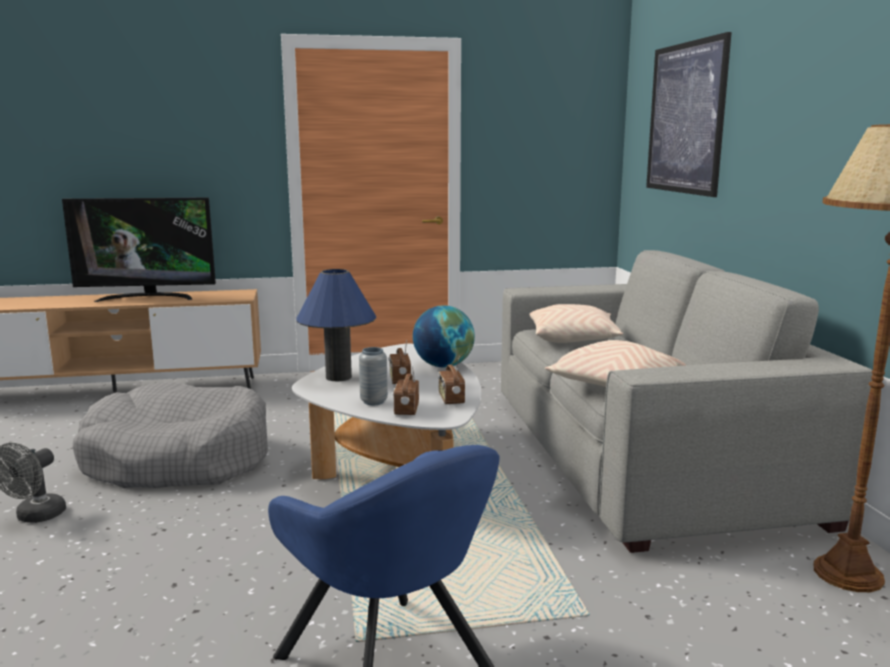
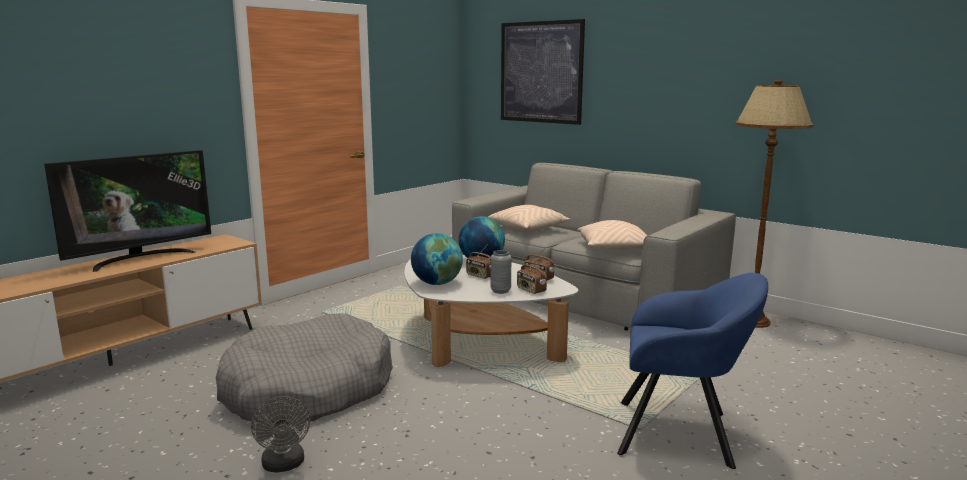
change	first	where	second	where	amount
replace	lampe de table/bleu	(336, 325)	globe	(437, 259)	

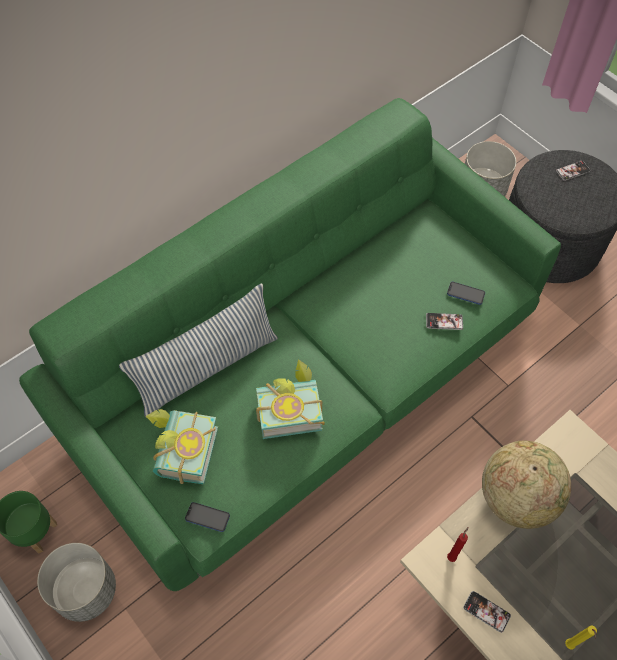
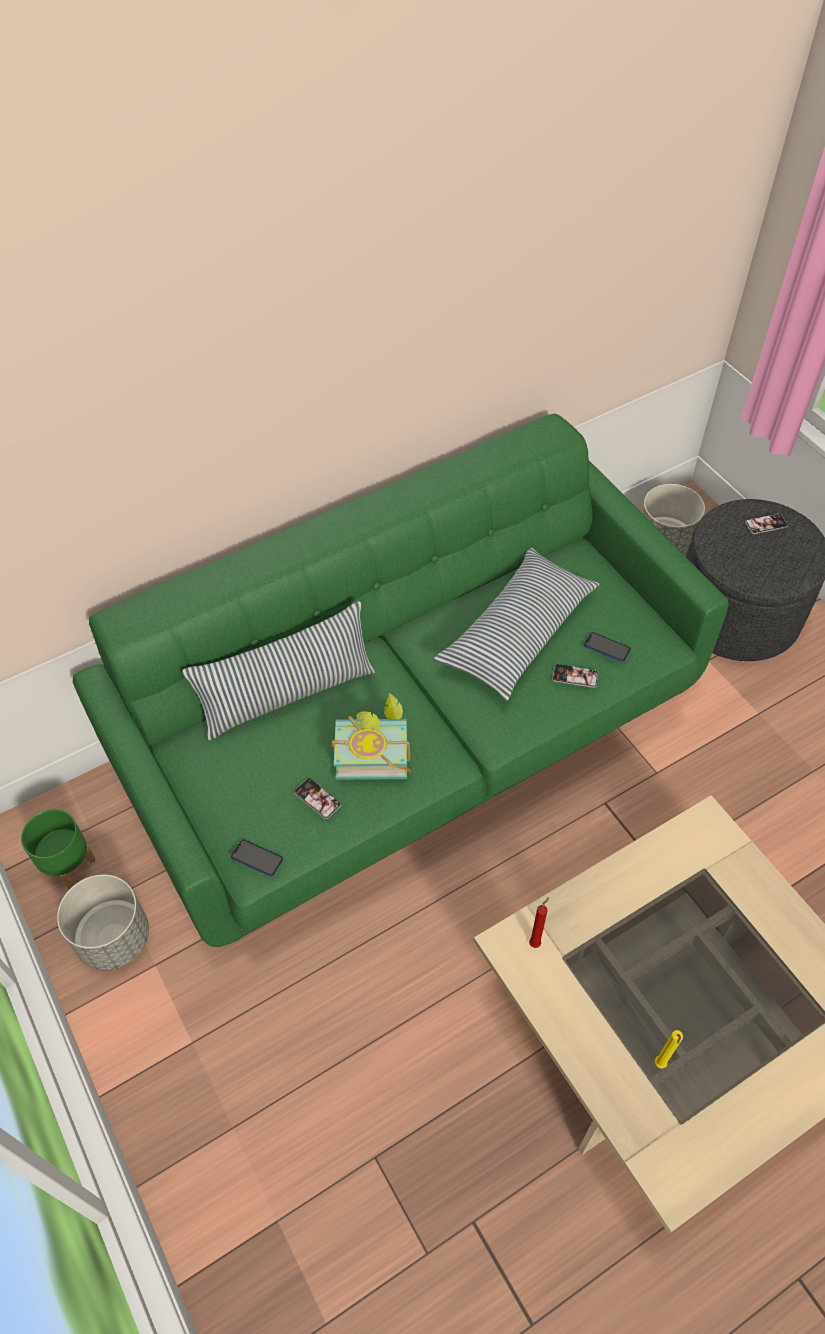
change	first	where	second	where	amount
move	téléphone	(487, 612)		(317, 798)	
insert			coussin	(516, 624)	
delete	livre	(182, 446)			
delete	globe	(526, 485)			

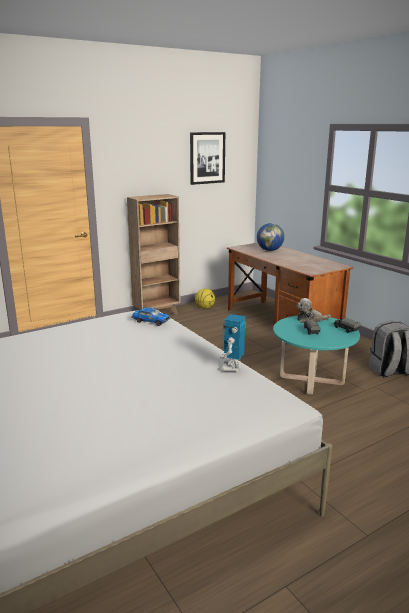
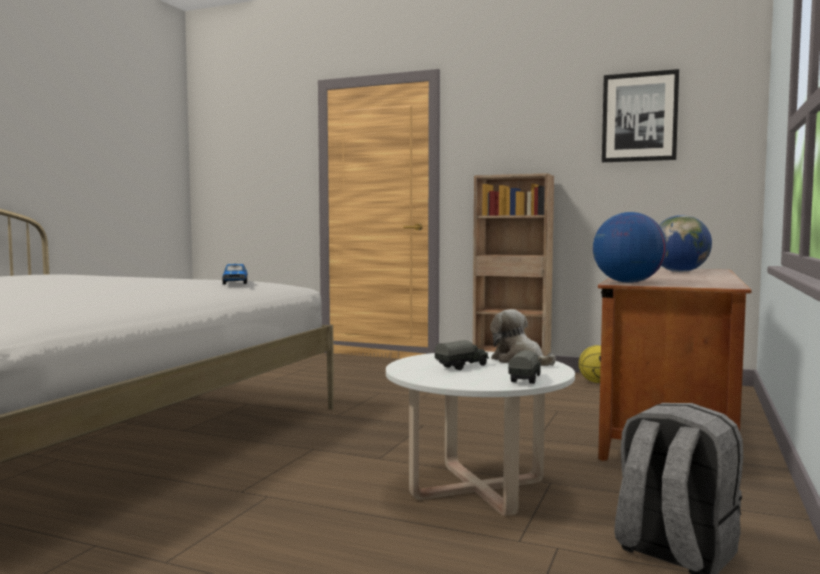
change	first	where	second	where	amount
recolor	table basse/turquoise	(316, 355)	table basse/blanc	(480, 434)	
insert			globe	(630, 247)	
delete	robot jouet	(231, 343)			

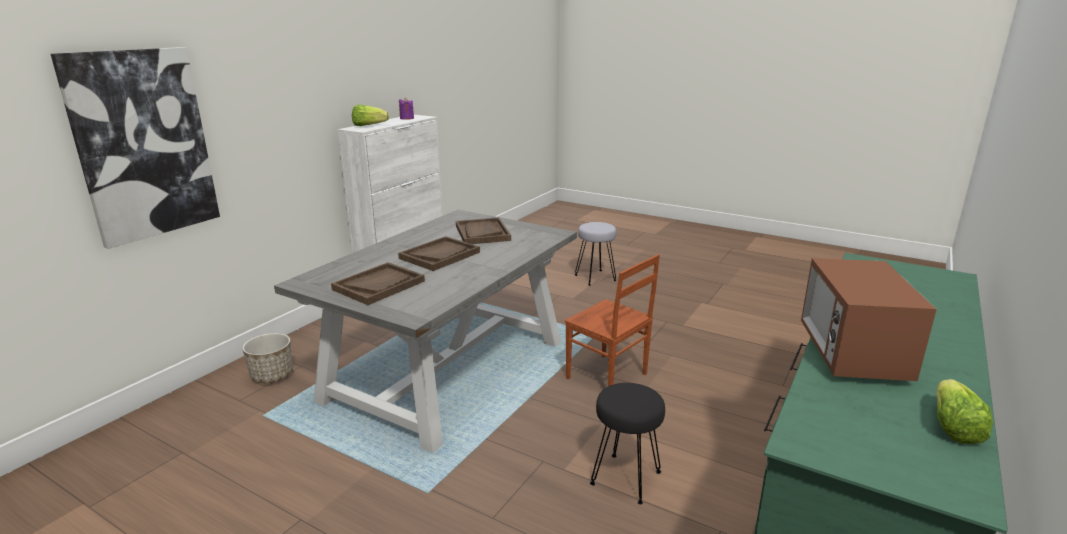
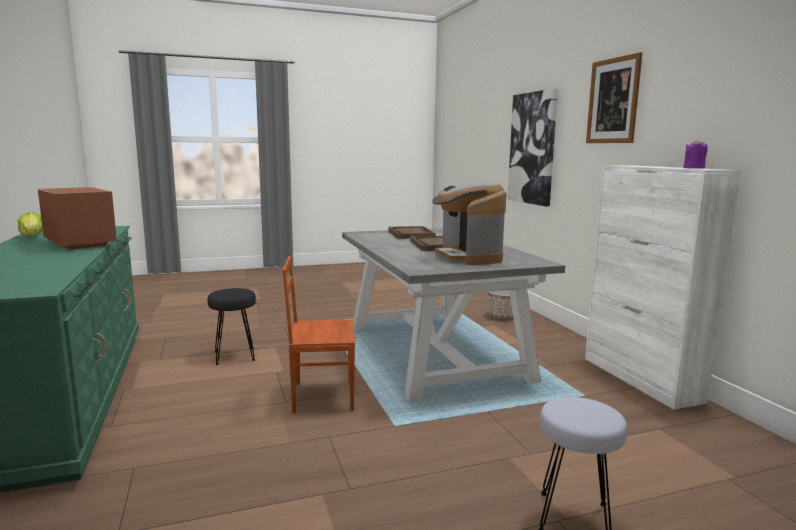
change	first	where	second	where	amount
replace	plateau/marron	(483, 231)	machine à café	(469, 224)	
insert			tableau	(614, 97)	
delete	laitue	(370, 115)			

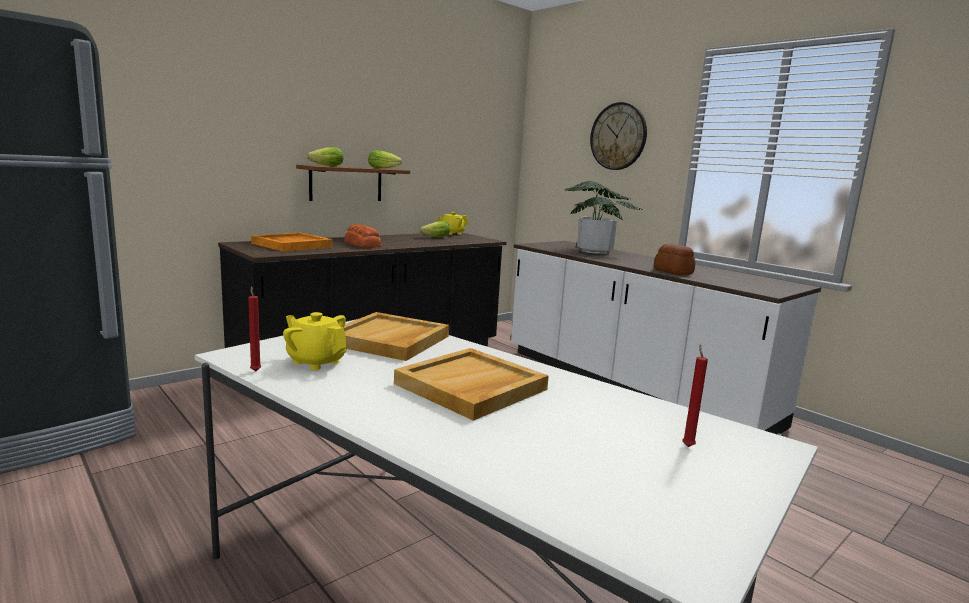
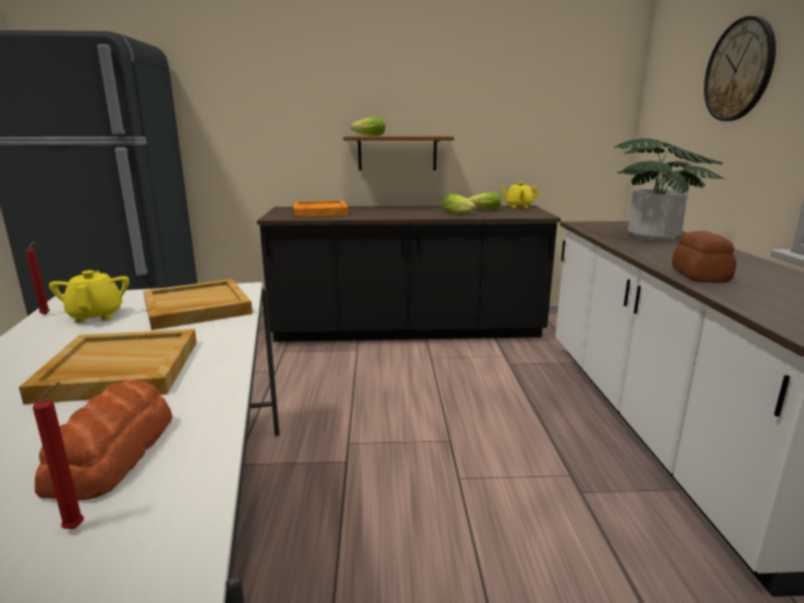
change	first	where	second	where	amount
move	pain	(363, 236)		(103, 440)	
move	laitue	(385, 159)		(459, 203)	

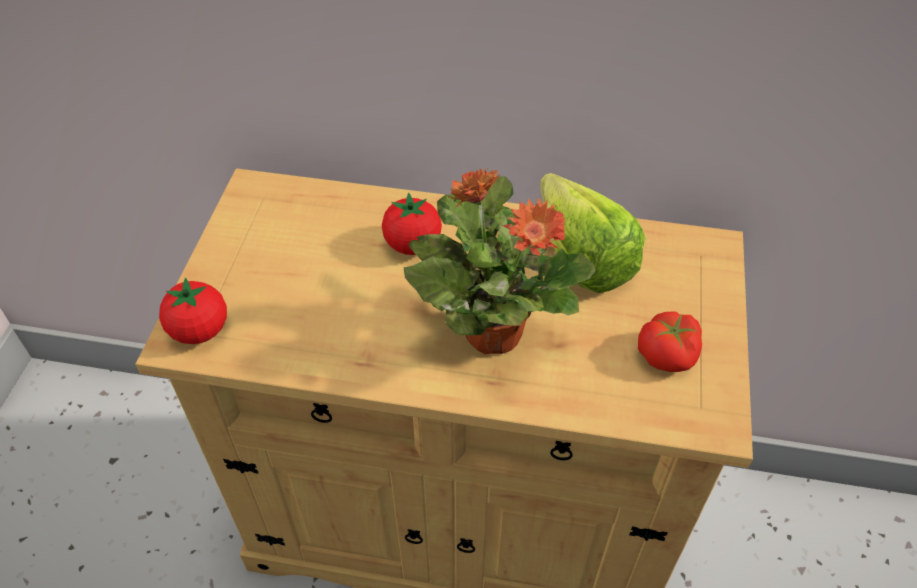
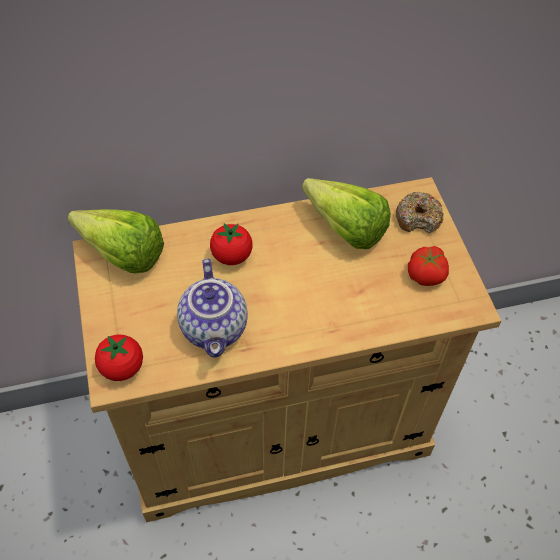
change	first	where	second	where	amount
insert			laitue	(116, 241)	
insert			théière	(212, 308)	
insert			beignet	(420, 212)	
delete	plante en pot	(500, 261)			

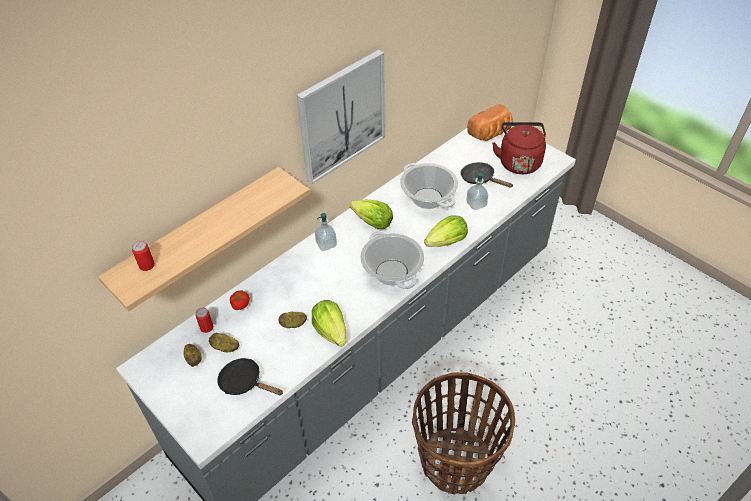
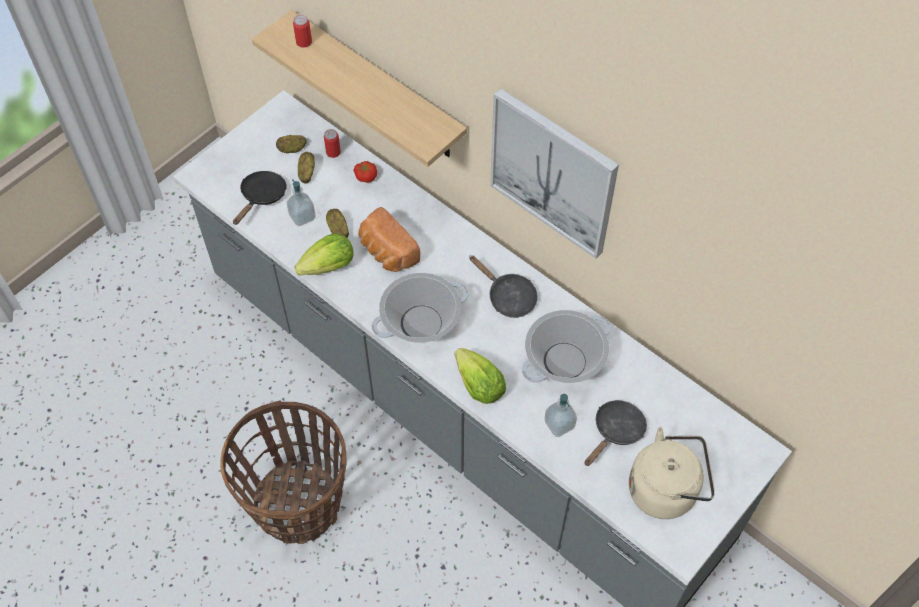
change	first	where	second	where	amount
move	distributeur de savon	(326, 232)		(301, 202)	
move	pain	(490, 122)		(389, 239)	
replace	laitue	(371, 214)	poêle/noir	(503, 286)	
recolor	bouilloire/rouge	(519, 148)	bouilloire/beige	(672, 473)	

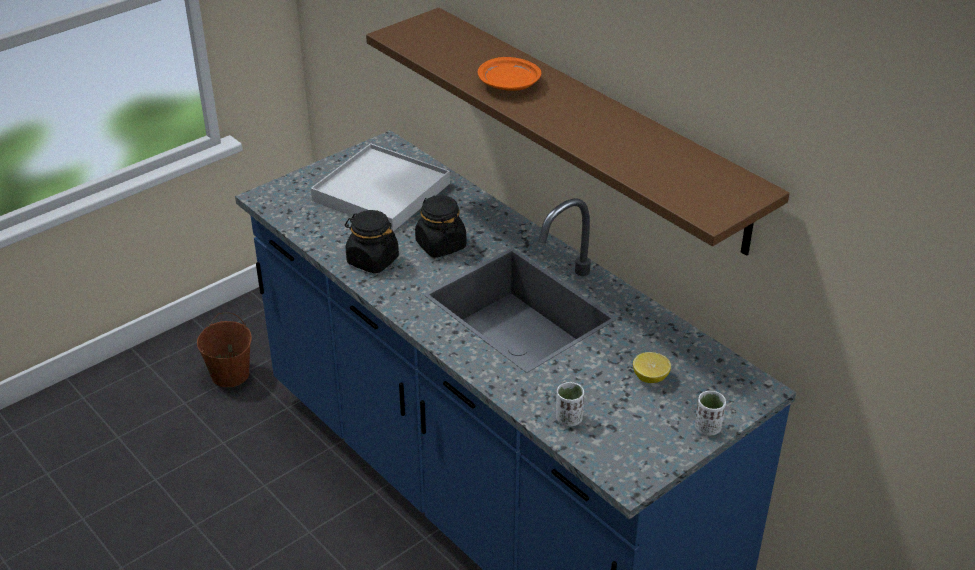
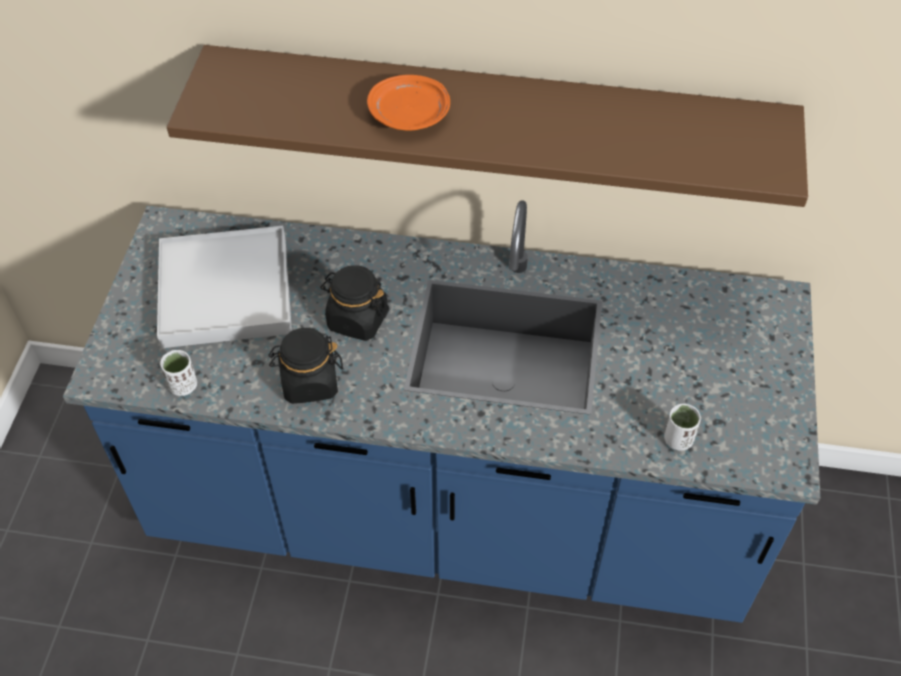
change	first	where	second	where	amount
move	tasse/blanc	(710, 413)		(178, 373)	
delete	seau/marron	(224, 349)			
delete	citron	(652, 367)			

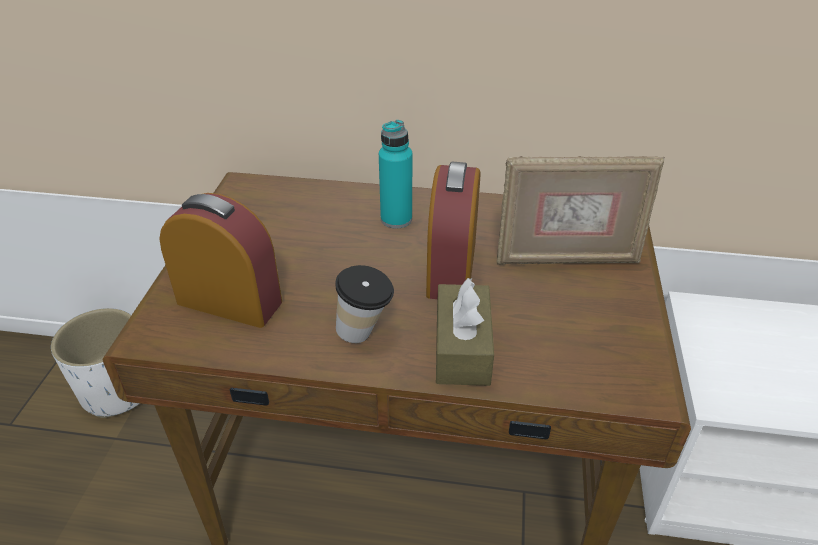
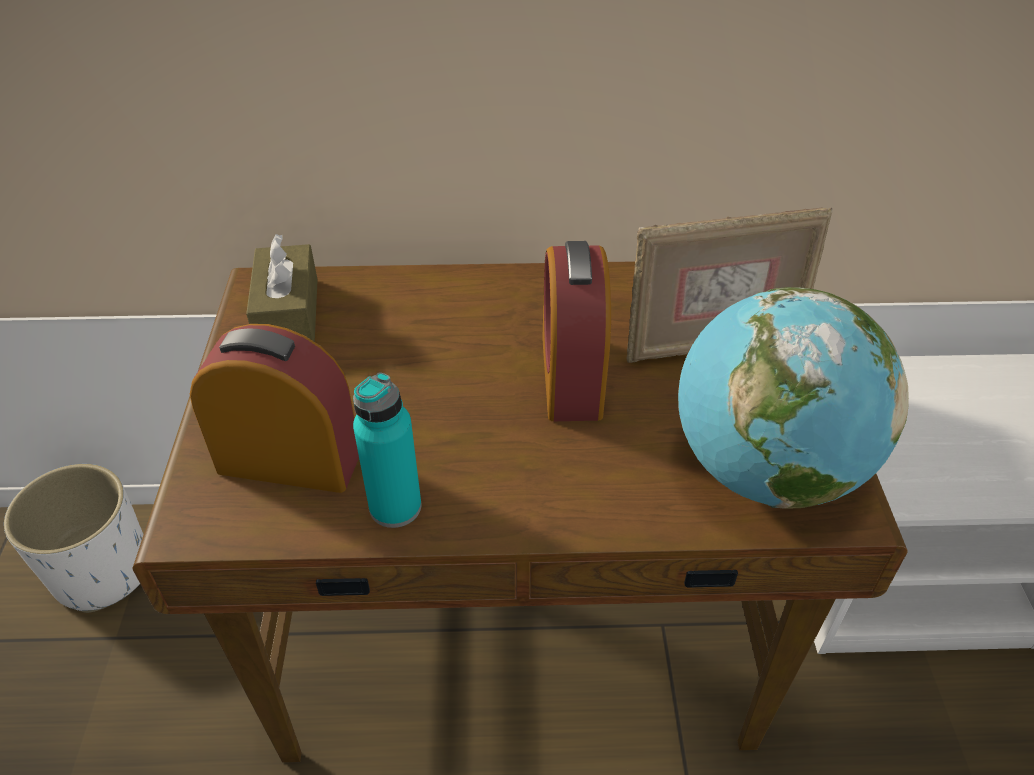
change	first	where	second	where	amount
move	boîte à mouchoirs/marron	(465, 332)		(282, 288)	
move	bouteille/turquoise	(395, 174)		(387, 450)	
insert			globe	(793, 398)	
delete	tasse	(364, 304)			

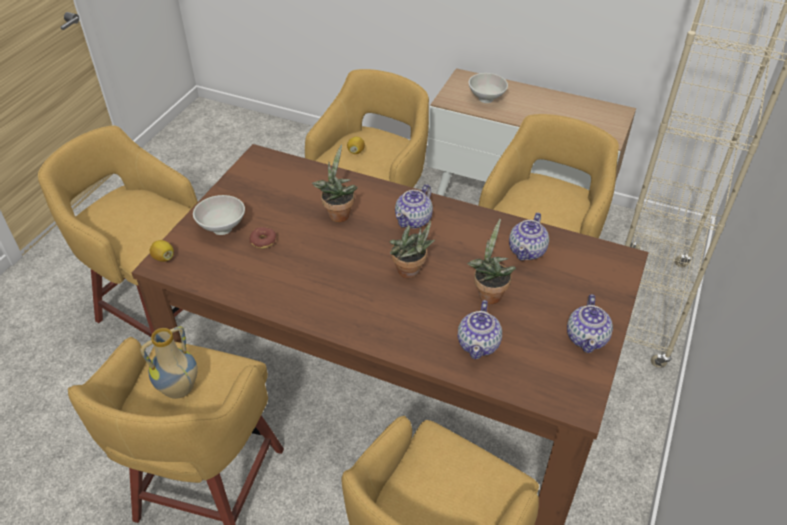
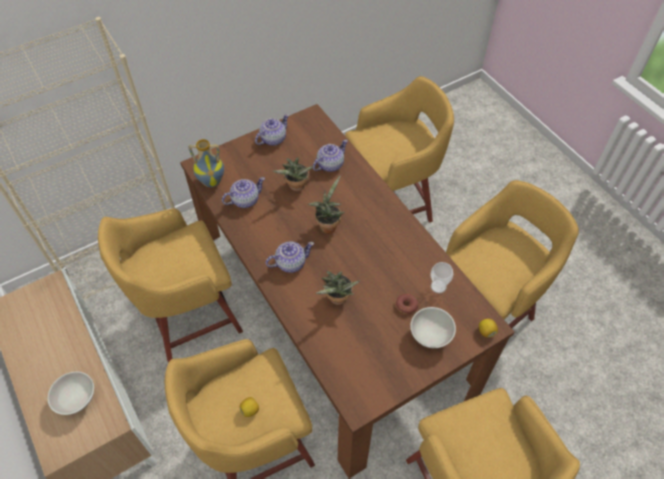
change	first	where	second	where	amount
move	vase	(169, 362)		(206, 163)	
insert			tasse	(441, 277)	

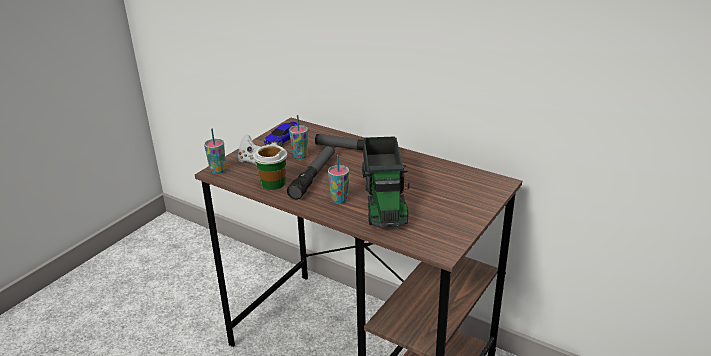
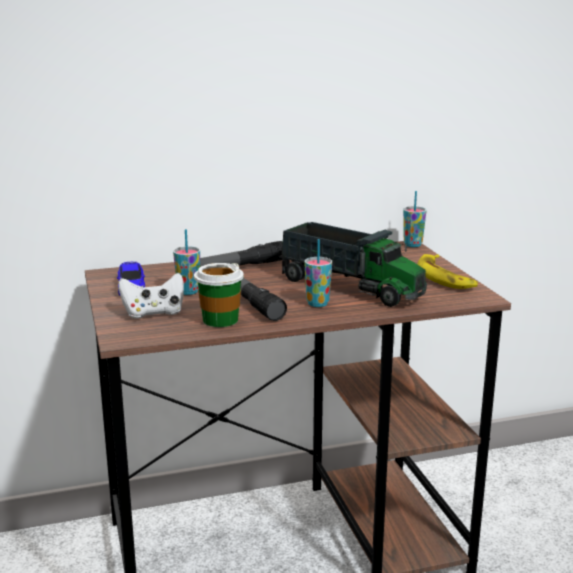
change	first	where	second	where	amount
move	tasse	(215, 151)		(415, 219)	
insert			banane	(448, 271)	

